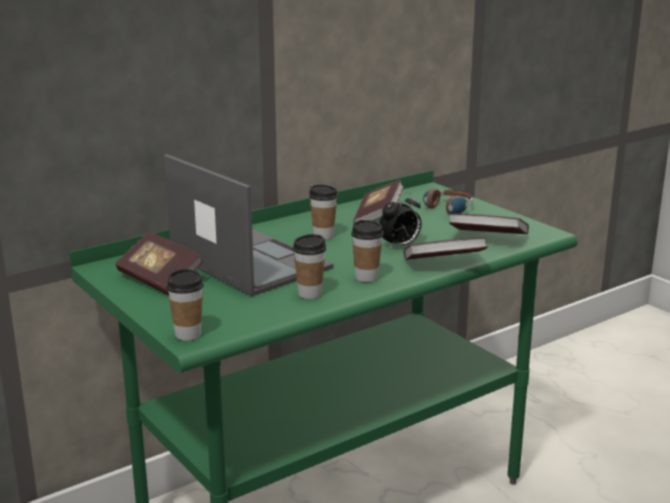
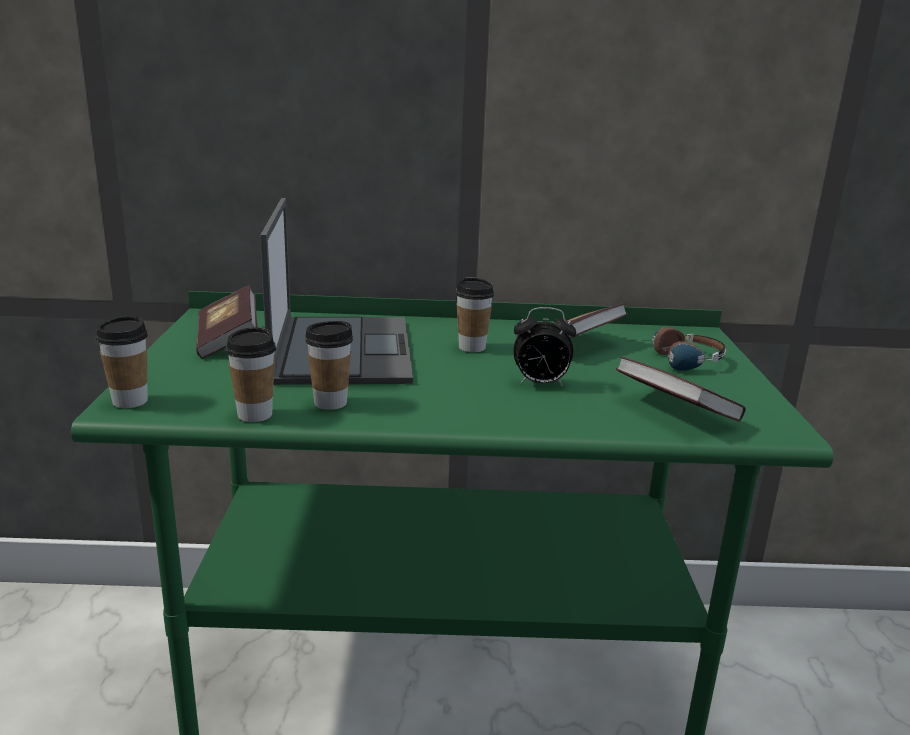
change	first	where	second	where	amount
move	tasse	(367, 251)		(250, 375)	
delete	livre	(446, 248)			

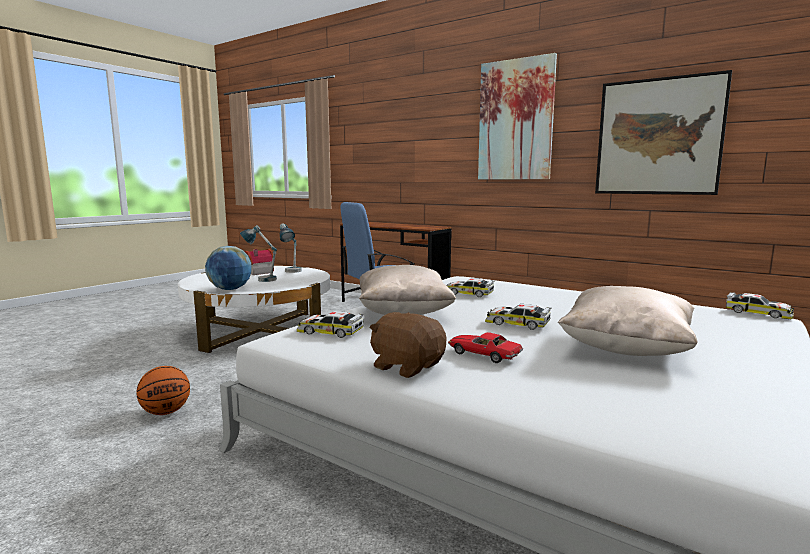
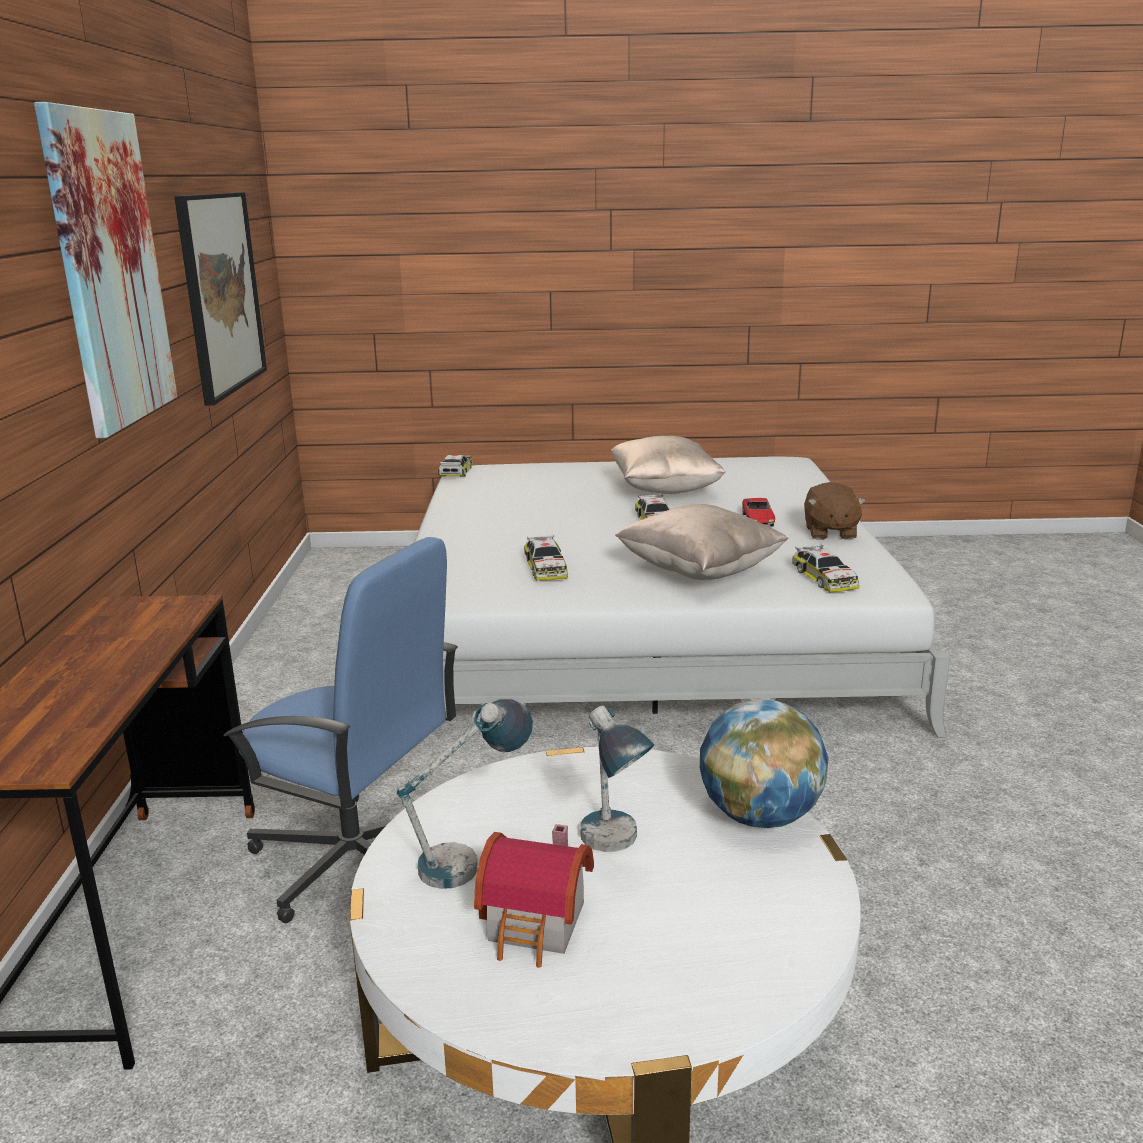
change	first	where	second	where	amount
delete	ballon de basket	(163, 390)			

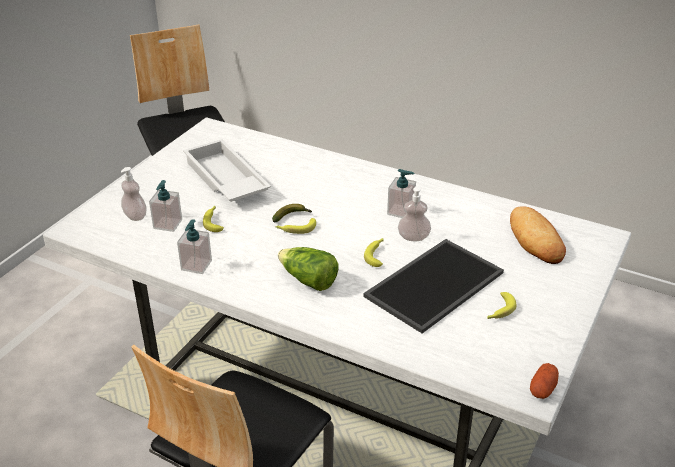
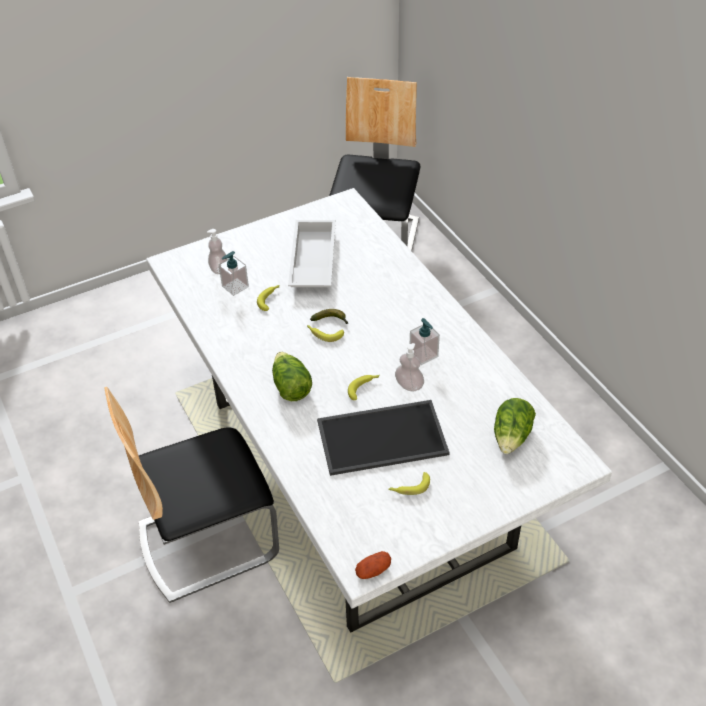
change	first	where	second	where	amount
replace	pain	(538, 235)	laitue	(515, 426)	
delete	distributeur de savon	(194, 246)			

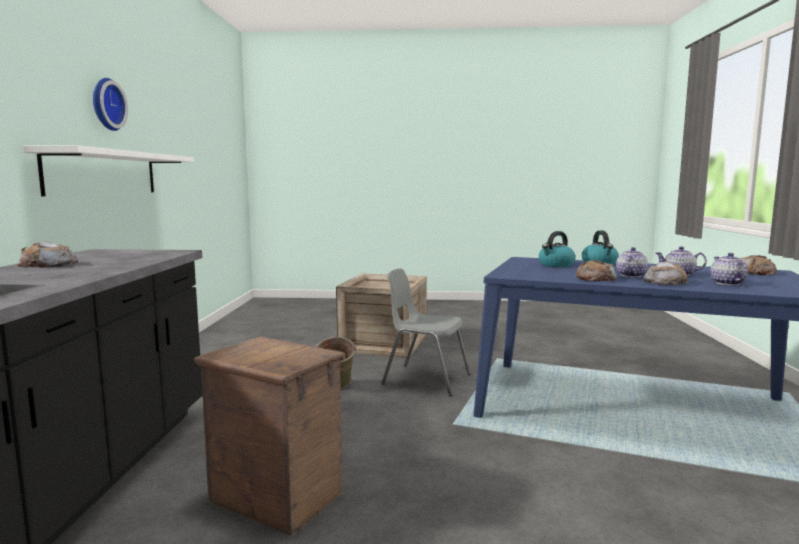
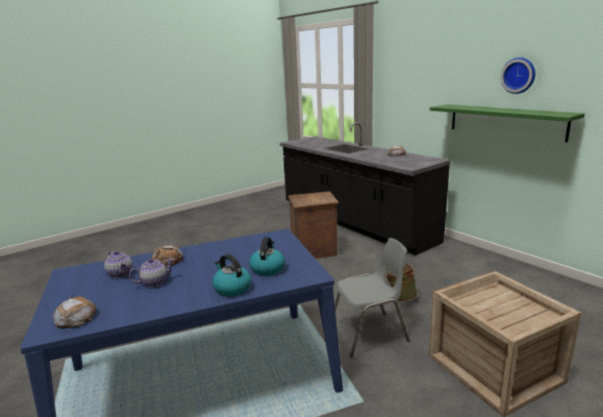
change	first	where	second	where	amount
recolor	étagère/blanc	(108, 170)	étagère/vert	(507, 123)	
delete	pain	(596, 270)			
delete	théière	(632, 262)			

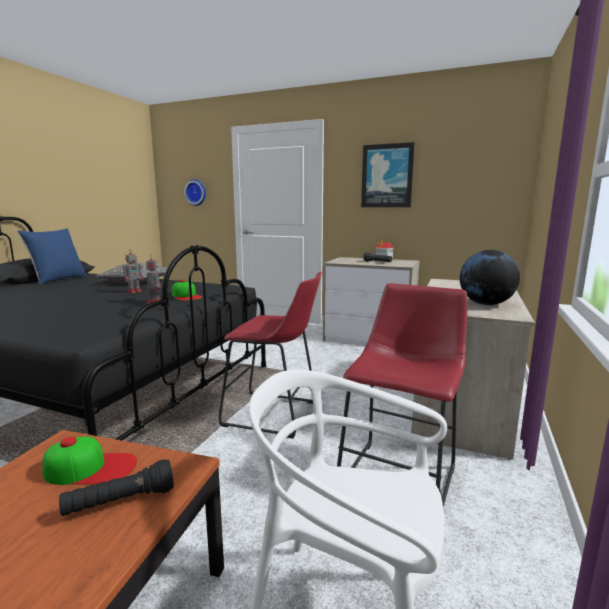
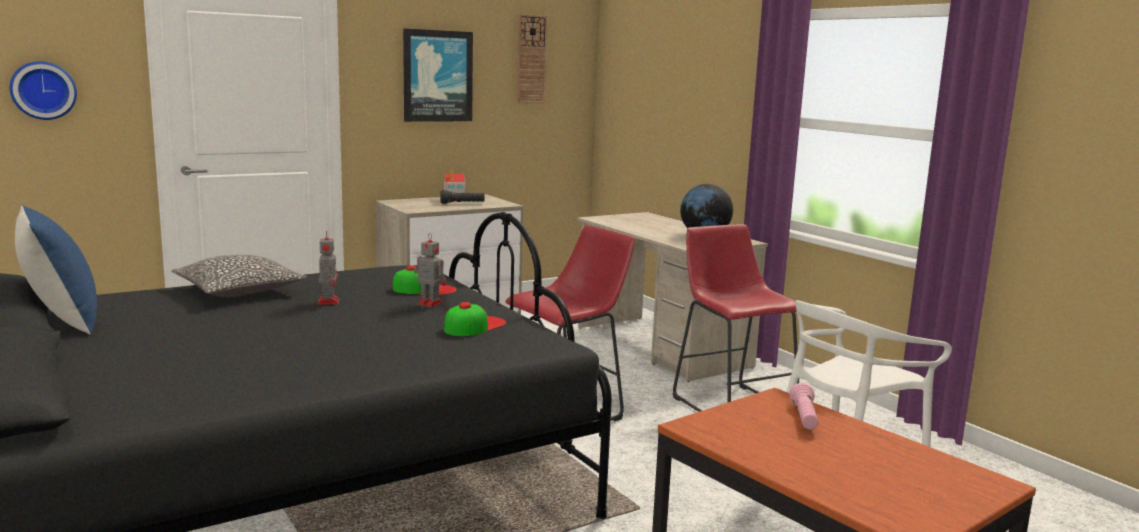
change	first	where	second	where	amount
move	casquette	(89, 460)		(475, 319)	
insert			horloge murale	(532, 58)	
recolor	lampe de poche/noir	(116, 487)	lampe de poche/rose	(803, 406)	

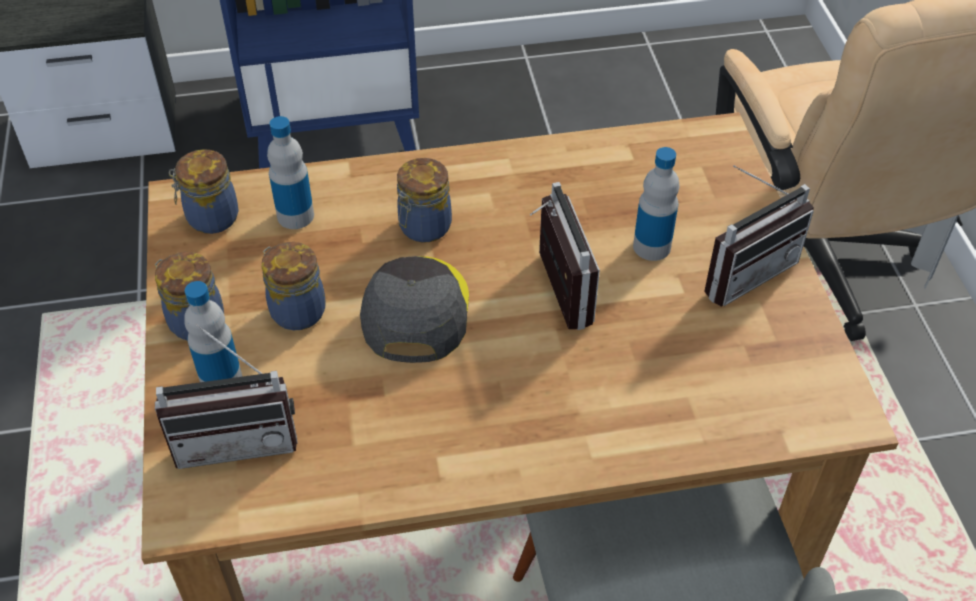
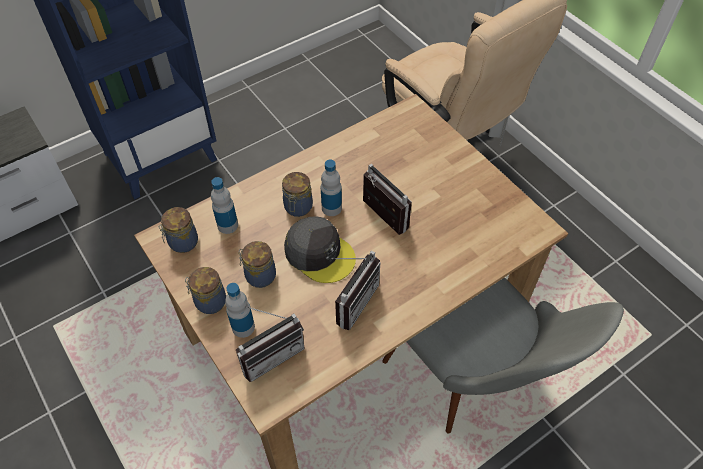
change	first	where	second	where	amount
rotate	casquette/gris	(414, 309)		(320, 249)	150 degrees clockwise
move	bouteille	(656, 204)		(331, 187)	
move	radio	(759, 235)		(355, 290)	

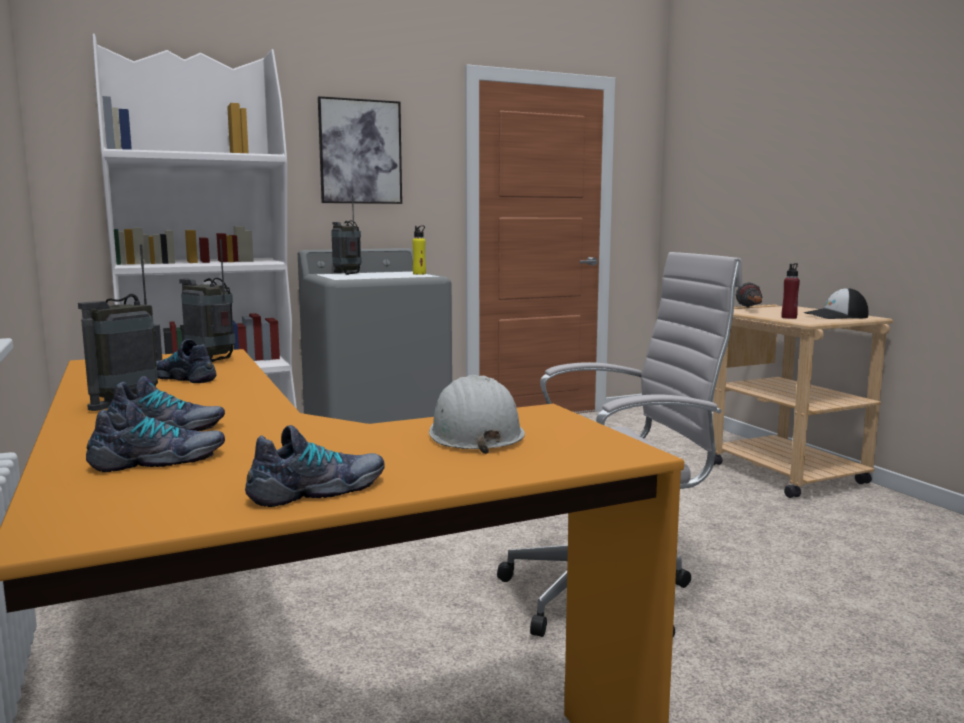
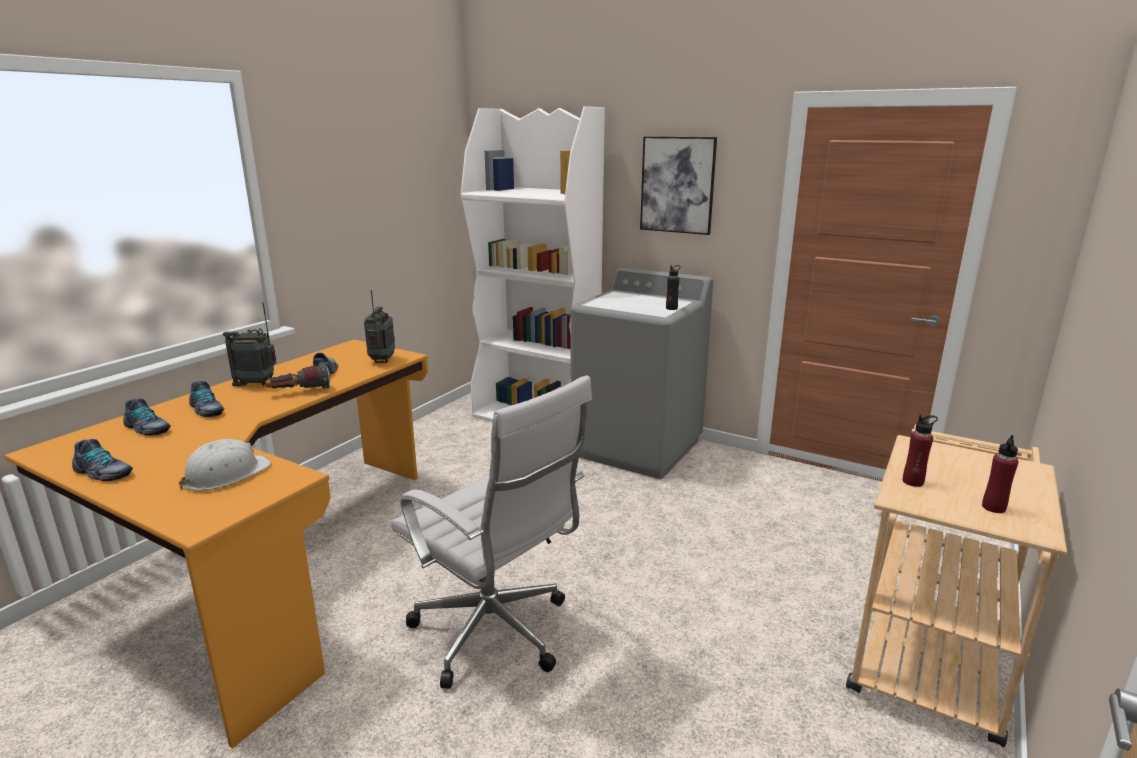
change	first	where	second	where	amount
move	lampe de poche	(749, 294)		(297, 375)	
recolor	bouteille/jaune	(419, 250)	bouteille/noir	(673, 287)	
replace	casquette	(836, 303)	bouteille/rouge	(1000, 474)	
delete	radio	(346, 235)			

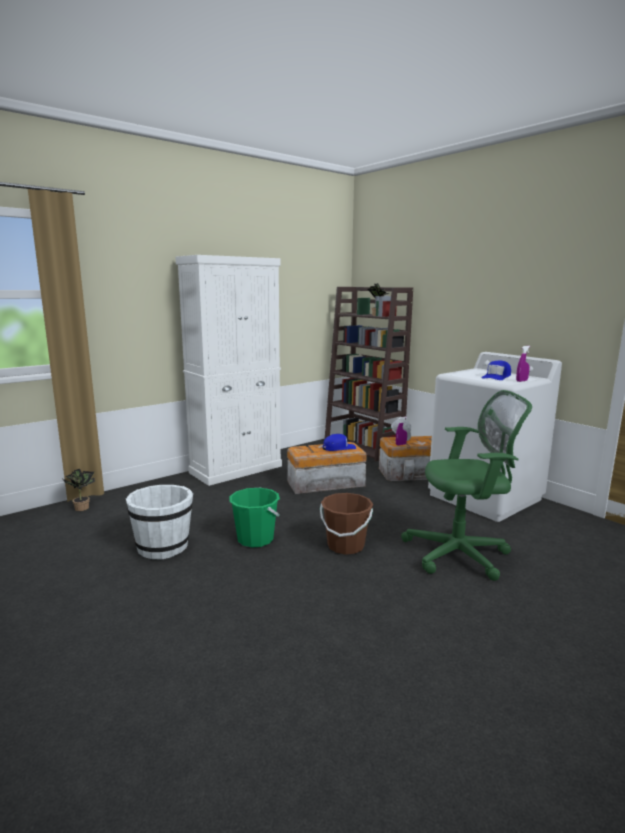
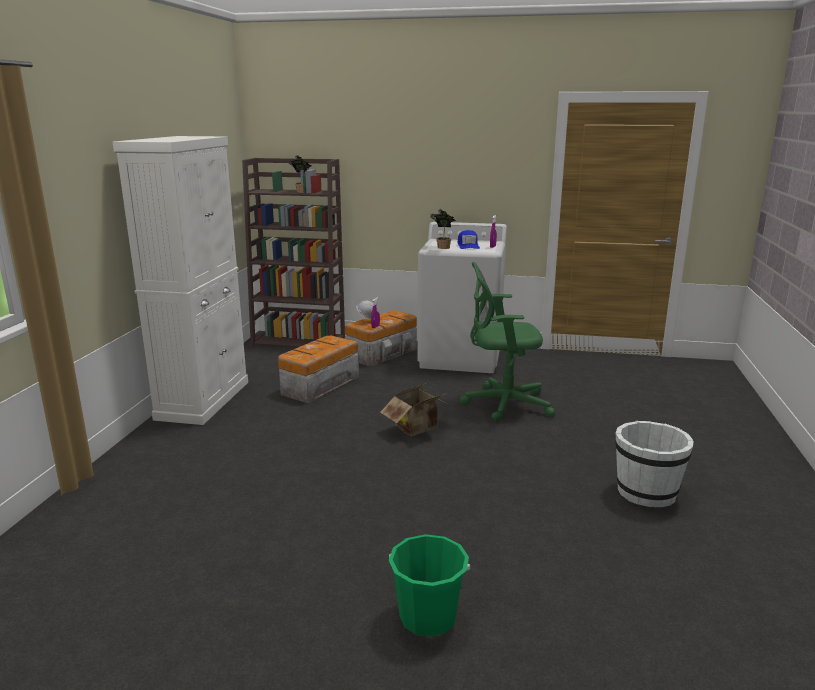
change	first	where	second	where	amount
replace	seau/marron	(346, 524)	carton	(415, 409)	
move	seau/vert	(254, 518)		(429, 585)	
move	plante en pot	(79, 490)		(443, 229)	
rotate	chaise de bureau/vert	(466, 485)		(507, 342)	135 degrees counterclockwise
move	seau/blanc	(159, 522)		(654, 464)	
delete	casquette/bleu	(339, 442)			

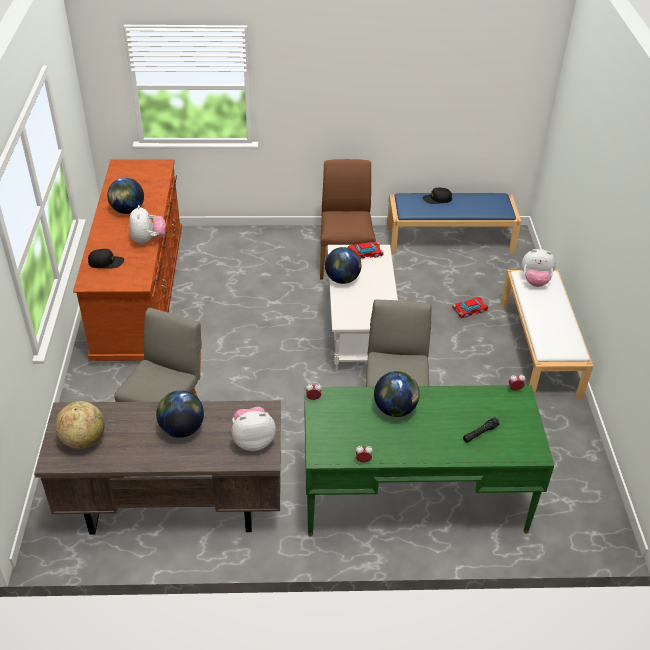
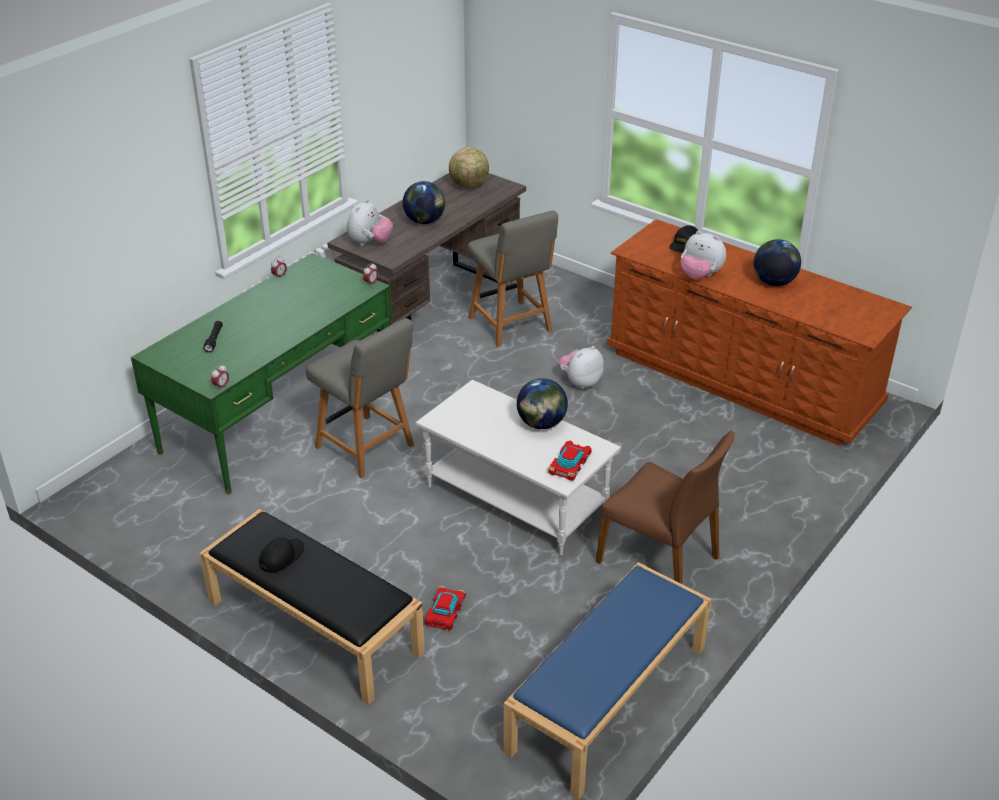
change	first	where	second	where	amount
recolor	banc/blanc	(547, 335)	banc/noir	(312, 607)	
move	casquette/noir	(437, 196)		(282, 555)	
move	peluche	(538, 268)		(581, 367)	
delete	globe	(397, 394)			

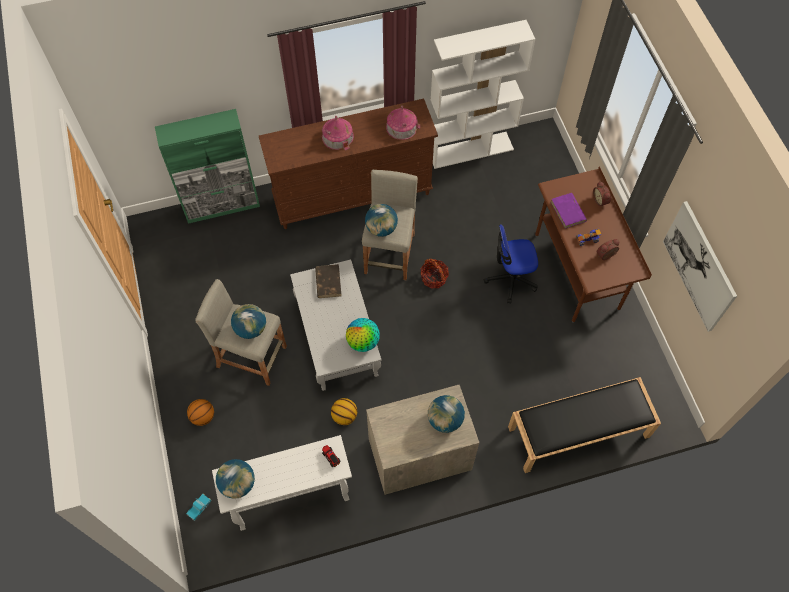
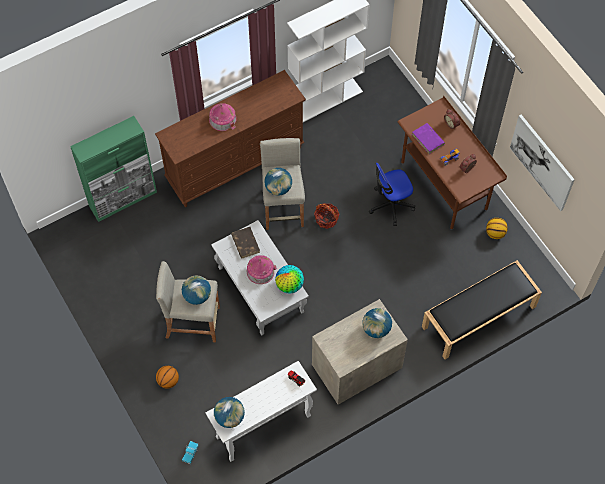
change	first	where	second	where	amount
move	maison miniature	(403, 123)		(261, 269)	
move	ballon de basket	(344, 411)		(497, 228)	

